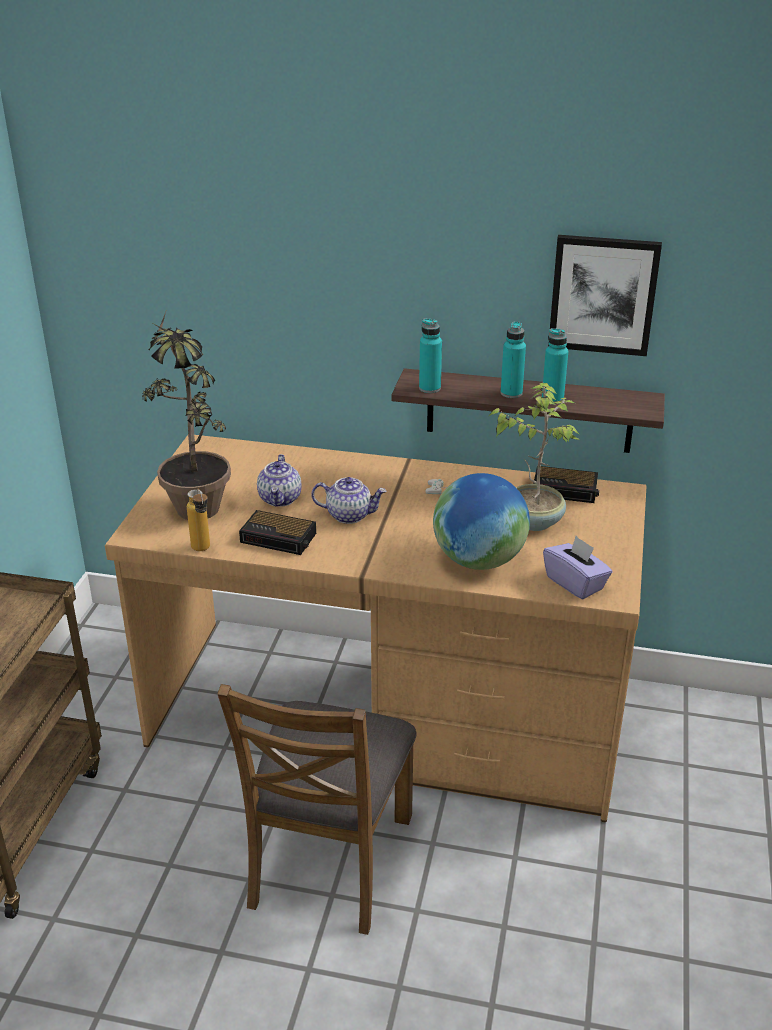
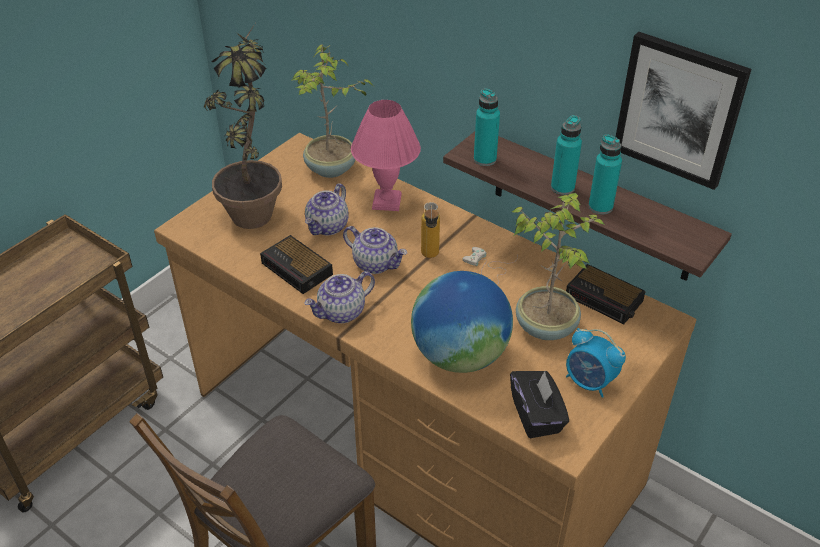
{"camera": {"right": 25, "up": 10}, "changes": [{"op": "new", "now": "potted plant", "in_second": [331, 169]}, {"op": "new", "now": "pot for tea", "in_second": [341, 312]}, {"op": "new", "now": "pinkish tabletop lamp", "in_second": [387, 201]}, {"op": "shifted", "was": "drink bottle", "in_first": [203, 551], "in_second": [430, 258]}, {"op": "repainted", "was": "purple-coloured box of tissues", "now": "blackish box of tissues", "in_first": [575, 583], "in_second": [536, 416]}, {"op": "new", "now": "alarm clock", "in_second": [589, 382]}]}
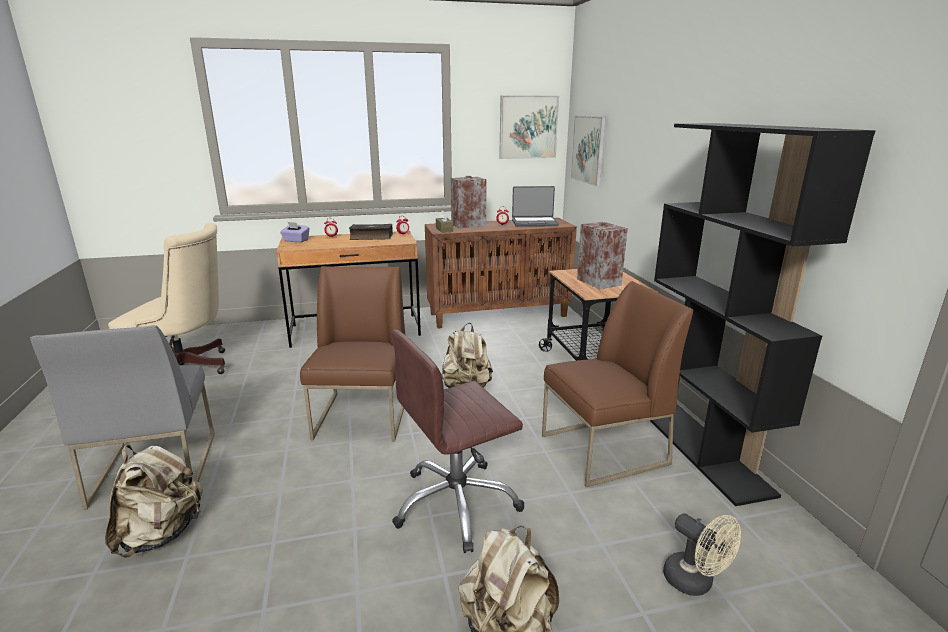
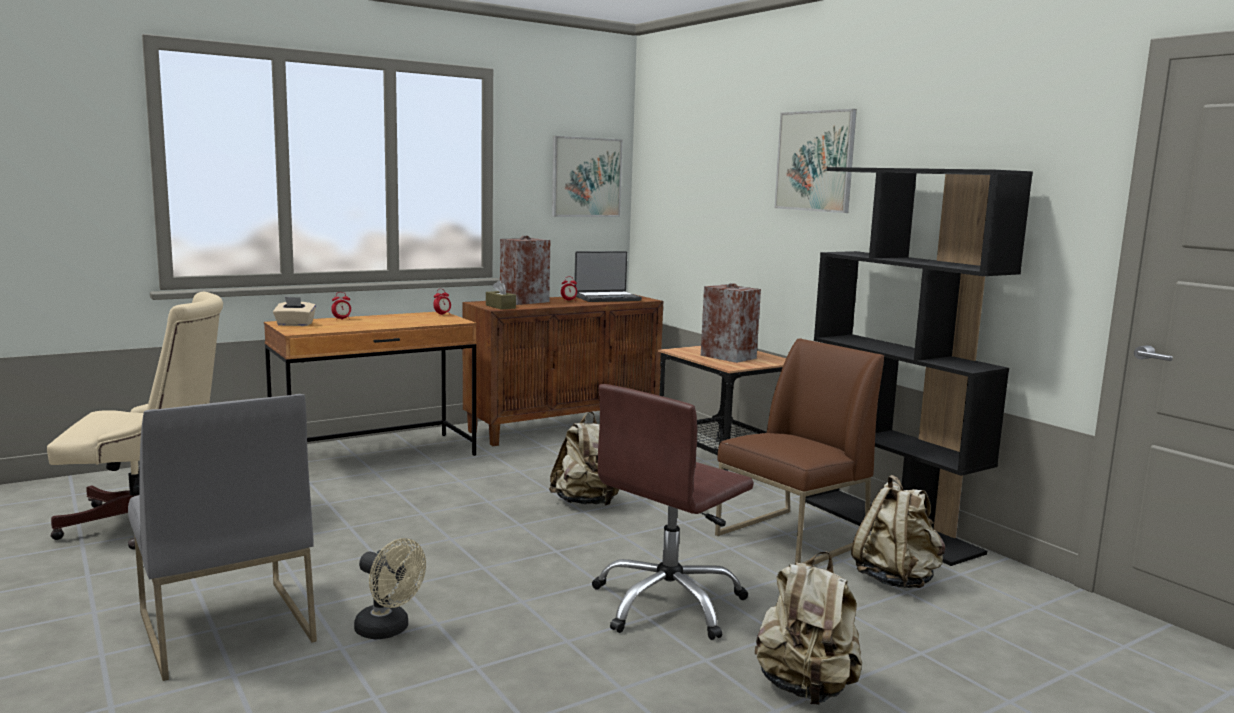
{"camera": {"right": -20, "up": -10}, "changes": [{"op": "repainted", "was": "purple-coloured box of tissues", "now": "sand-coloured box of tissues", "in_first": [296, 241], "in_second": [295, 324]}, {"op": "shifted", "was": "sand-coloured electric fan", "in_first": [695, 582], "in_second": [388, 630]}, {"op": "shifted", "was": "wall art", "in_first": [588, 149], "in_second": [815, 161]}, {"op": "shifted", "was": "sand-coloured knapsack", "in_first": [161, 534], "in_second": [896, 579]}, {"op": "gone", "was": "brownish chair", "in_first": [363, 416]}, {"op": "gone", "was": "volume", "in_first": [371, 237]}]}
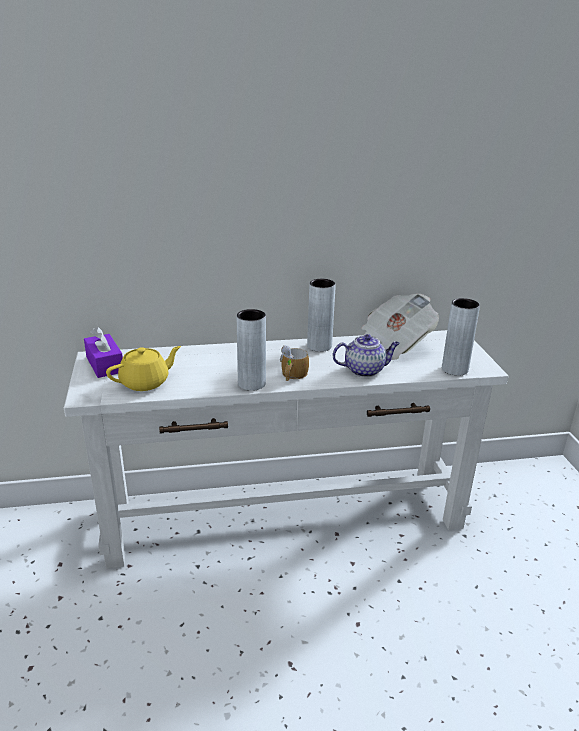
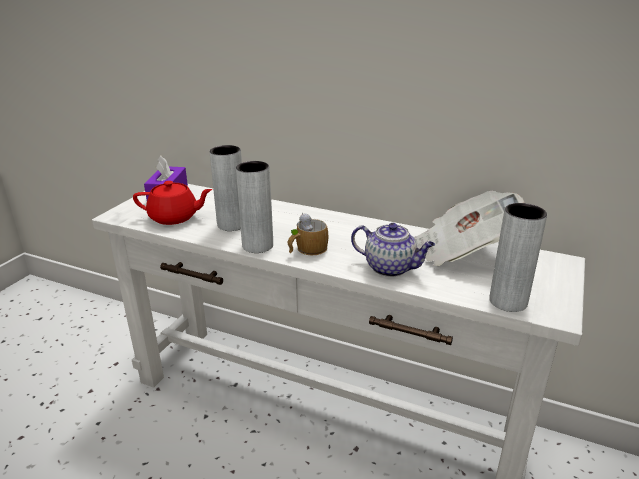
{"camera": {"right": 35, "up": 0}, "changes": [{"op": "repainted", "was": "yellow-coloured pot for tea", "now": "red-coloured pot for tea", "in_first": [145, 382], "in_second": [174, 217]}, {"op": "shifted", "was": "greyish decorative vase", "in_first": [319, 346], "in_second": [231, 225]}]}
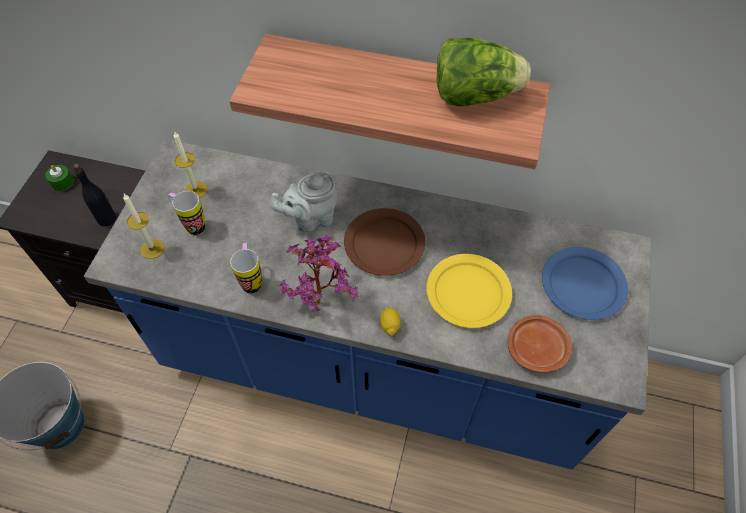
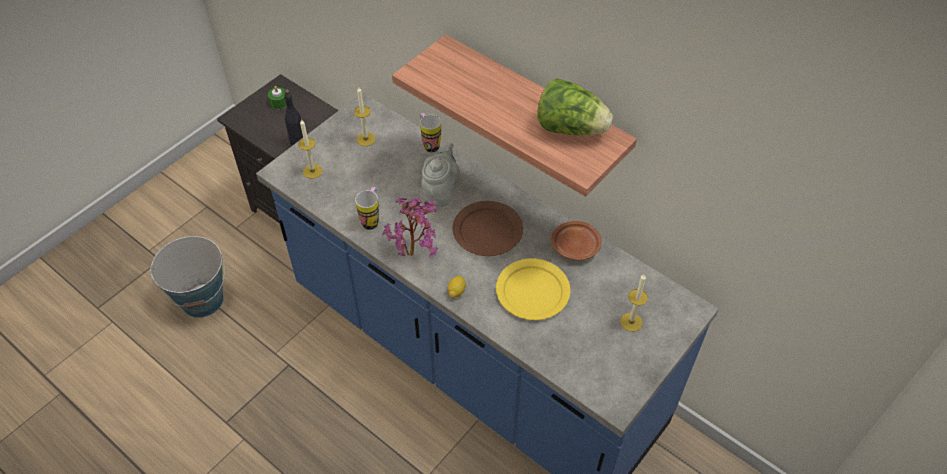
{"camera": {"right": 25, "up": -5}, "changes": [{"op": "shifted", "was": "tea mug", "in_first": [191, 224], "in_second": [429, 144]}, {"op": "rotated", "was": "greyish pot for tea", "in_first": [310, 219], "in_second": [440, 191], "clockwise": 105}, {"op": "shifted", "was": "brownish dinner plate", "in_first": [537, 348], "in_second": [576, 246]}, {"op": "swapped", "was": "blue-coloured dinner plate", "now": "wax candle", "in_first": [582, 285], "in_second": [631, 322]}]}
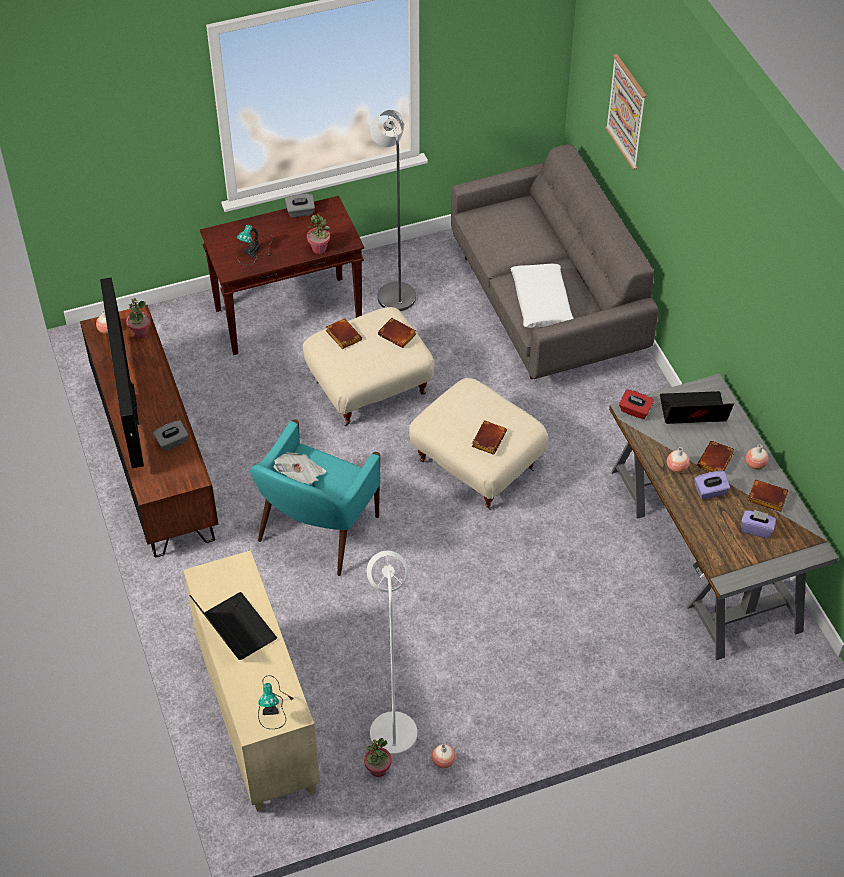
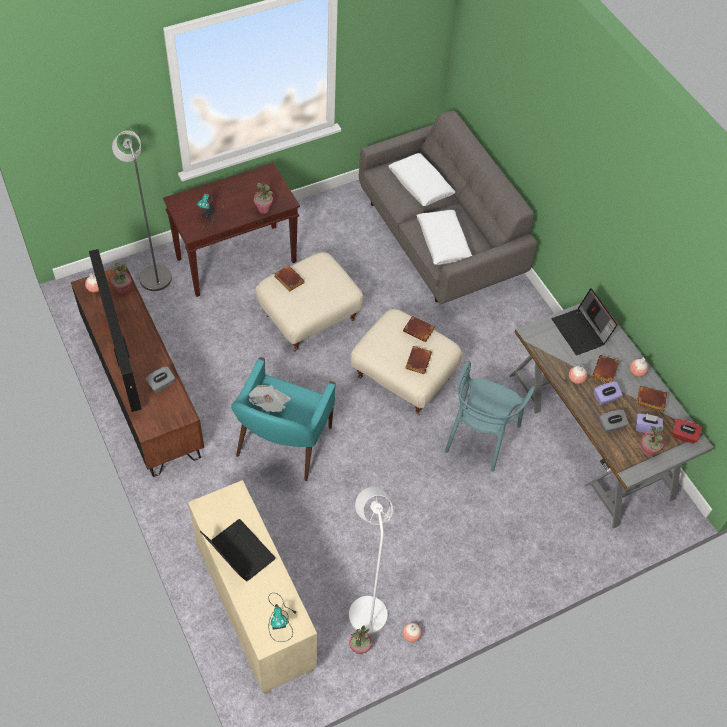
{"camera": {"right": -10, "up": 5}, "changes": [{"op": "shifted", "was": "greyish floor lamp", "in_first": [394, 292], "in_second": [153, 273]}, {"op": "new", "now": "whitish pillow", "in_second": [420, 185]}, {"op": "shifted", "was": "brownish volume", "in_first": [398, 335], "in_second": [419, 330]}, {"op": "new", "now": "turquoise-coloured chair", "in_second": [480, 436]}, {"op": "rotated", "was": "laptop", "in_first": [692, 413], "in_second": [581, 332], "clockwise": -105}, {"op": "shifted", "was": "greyish box of tissues", "in_first": [300, 212], "in_second": [611, 426]}, {"op": "new", "now": "potted plant", "in_second": [648, 450]}, {"op": "shifted", "was": "red-coloured box of tissues", "in_first": [635, 411], "in_second": [683, 436]}, {"op": "gone", "was": "wall art", "in_first": [627, 111]}]}
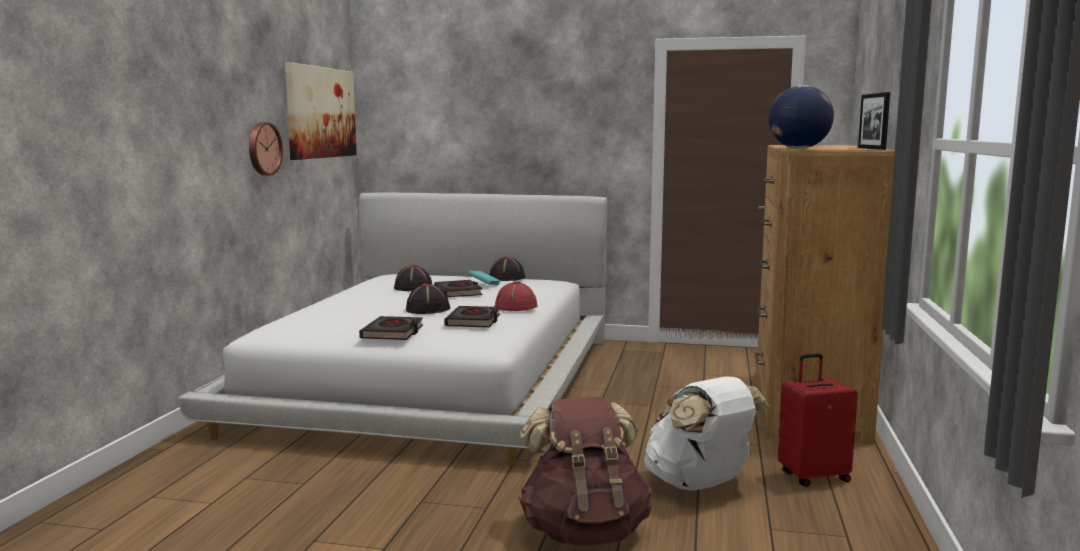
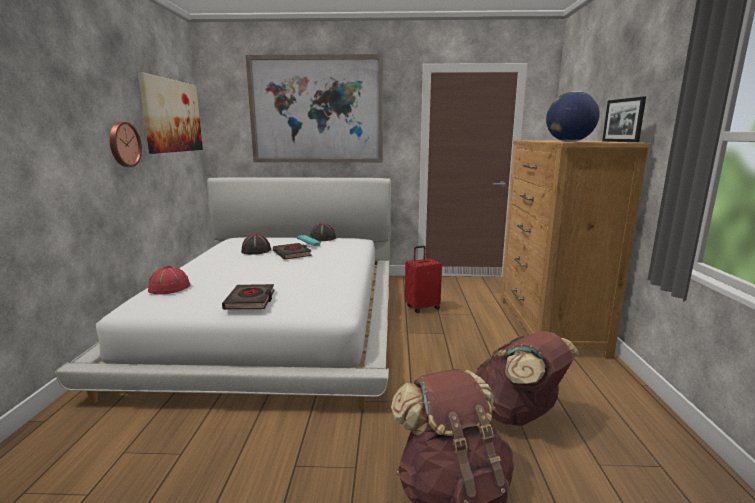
{"camera": {"right": -10, "up": 5}, "changes": [{"op": "shifted", "was": "red-coloured clothing hat", "in_first": [515, 307], "in_second": [169, 288]}, {"op": "new", "now": "wall art", "in_second": [317, 110]}, {"op": "shifted", "was": "red-coloured travel case", "in_first": [813, 476], "in_second": [422, 307]}, {"op": "repainted", "was": "whitish knapsack", "now": "brownish knapsack", "in_first": [699, 484], "in_second": [517, 415]}, {"op": "gone", "was": "blackish clothing hat", "in_first": [428, 309]}, {"op": "gone", "was": "blackish volume", "in_first": [473, 321]}]}
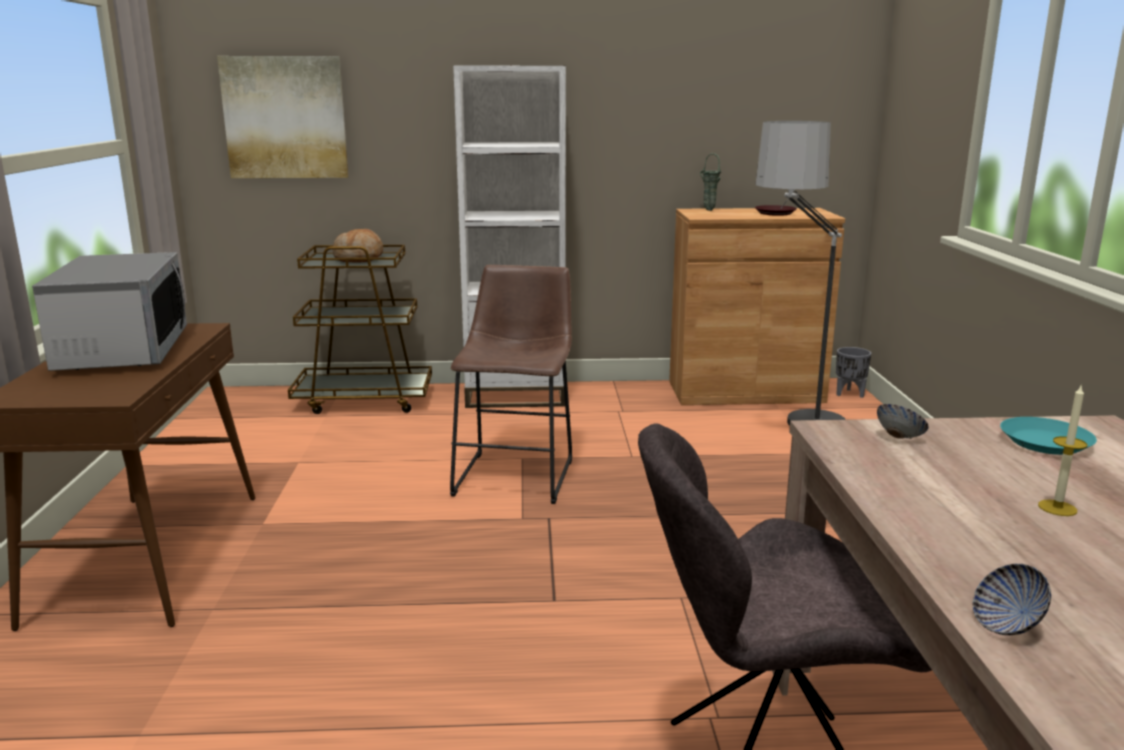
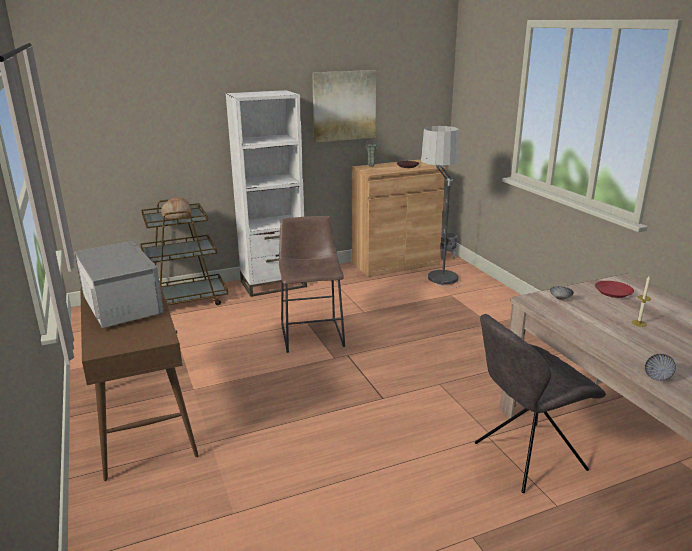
{"camera": {"right": -20, "up": 5}, "changes": [{"op": "shifted", "was": "wall art", "in_first": [285, 117], "in_second": [344, 106]}, {"op": "repainted", "was": "turquoise-coloured dinner plate", "now": "red-coloured dinner plate", "in_first": [1044, 442], "in_second": [612, 292]}]}
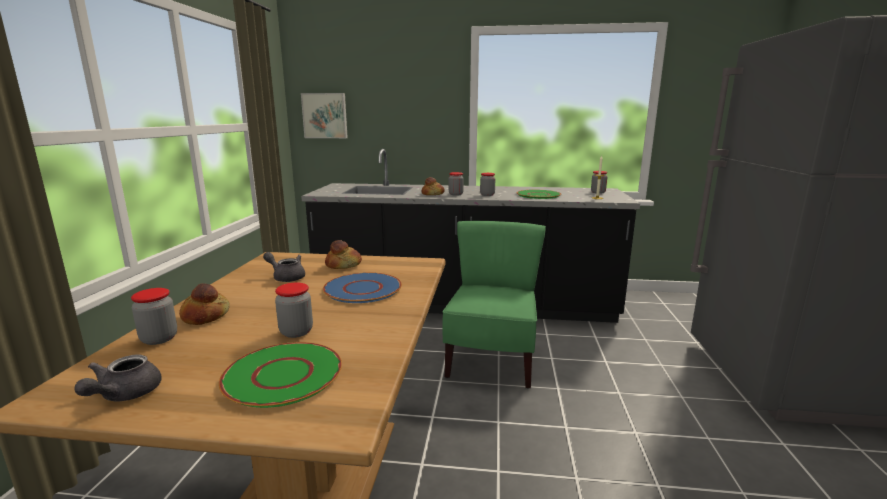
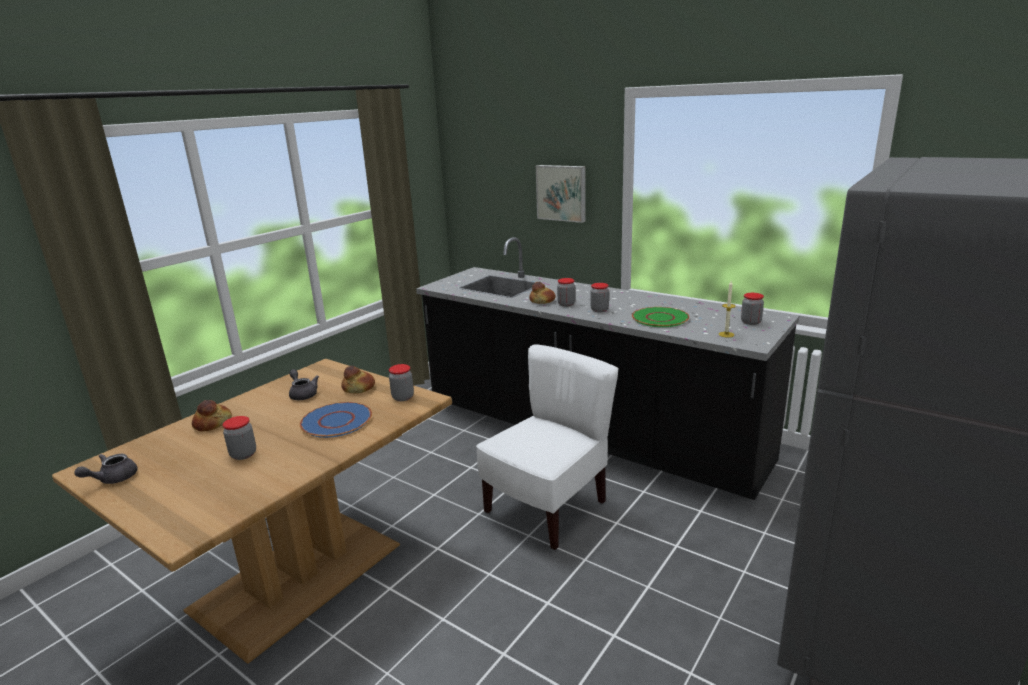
{"camera": {"right": 30, "up": 5}, "changes": [{"op": "shifted", "was": "jar", "in_first": [159, 338], "in_second": [403, 397]}, {"op": "repainted", "was": "green chair", "now": "whitish chair", "in_first": [492, 361], "in_second": [547, 508]}, {"op": "shifted", "was": "wall art", "in_first": [325, 115], "in_second": [562, 193]}, {"op": "gone", "was": "green dinner plate", "in_first": [284, 375]}]}
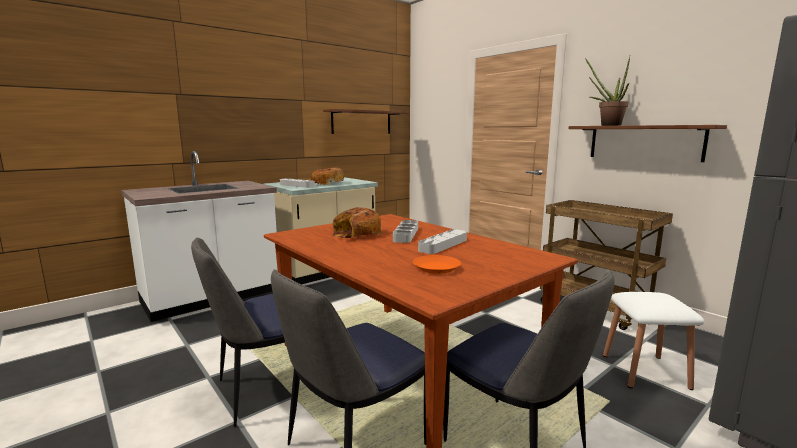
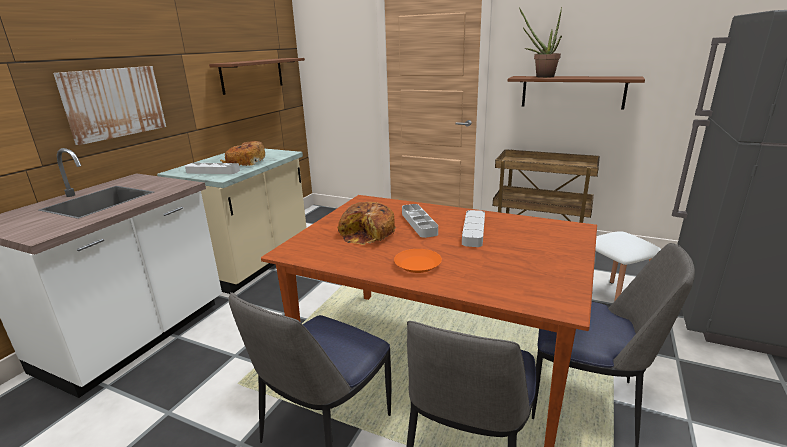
{"camera": {"right": -25, "up": 10}, "changes": [{"op": "new", "now": "wall art", "in_second": [114, 102]}, {"op": "shifted", "was": "orange-coloured dinner plate", "in_first": [436, 268], "in_second": [417, 265]}]}
